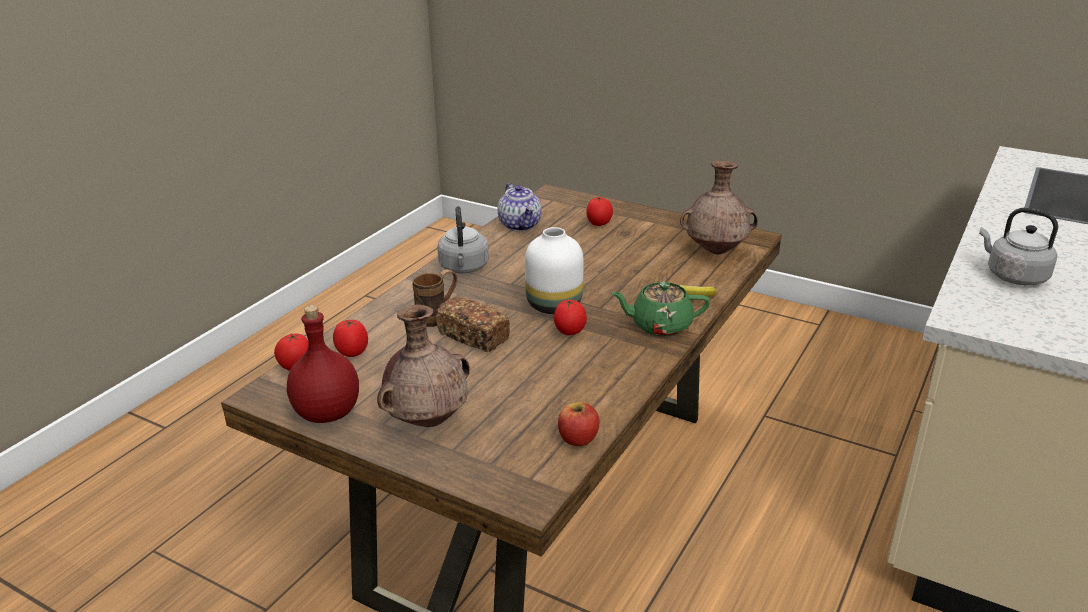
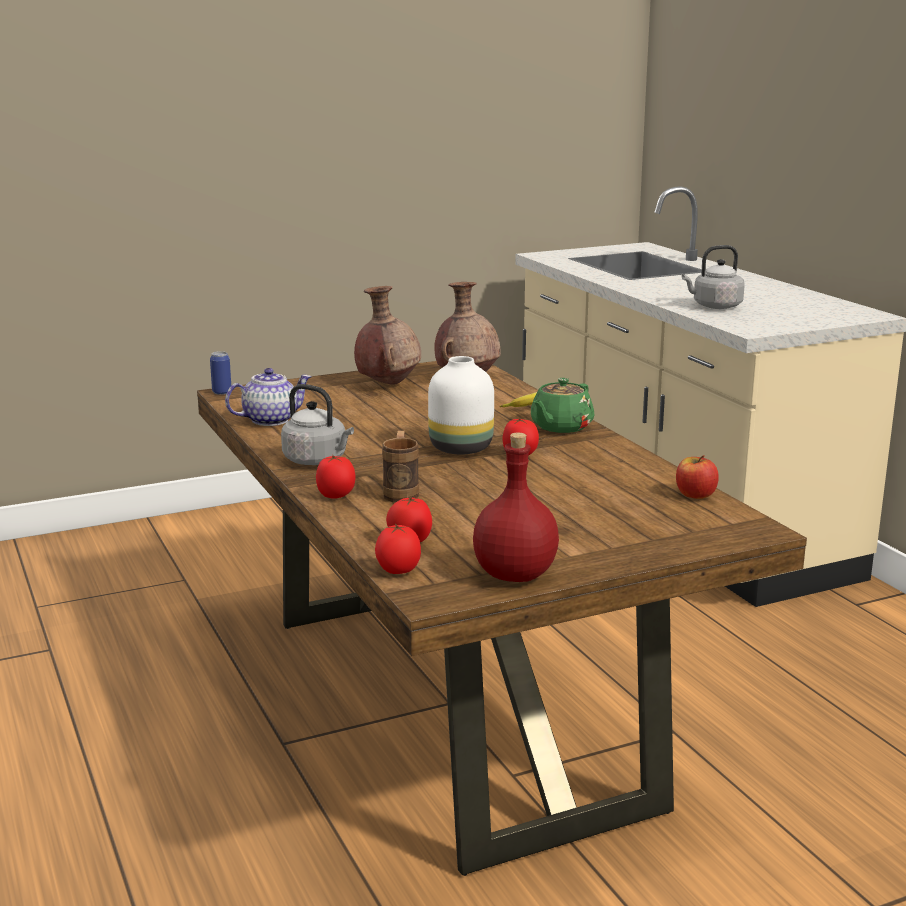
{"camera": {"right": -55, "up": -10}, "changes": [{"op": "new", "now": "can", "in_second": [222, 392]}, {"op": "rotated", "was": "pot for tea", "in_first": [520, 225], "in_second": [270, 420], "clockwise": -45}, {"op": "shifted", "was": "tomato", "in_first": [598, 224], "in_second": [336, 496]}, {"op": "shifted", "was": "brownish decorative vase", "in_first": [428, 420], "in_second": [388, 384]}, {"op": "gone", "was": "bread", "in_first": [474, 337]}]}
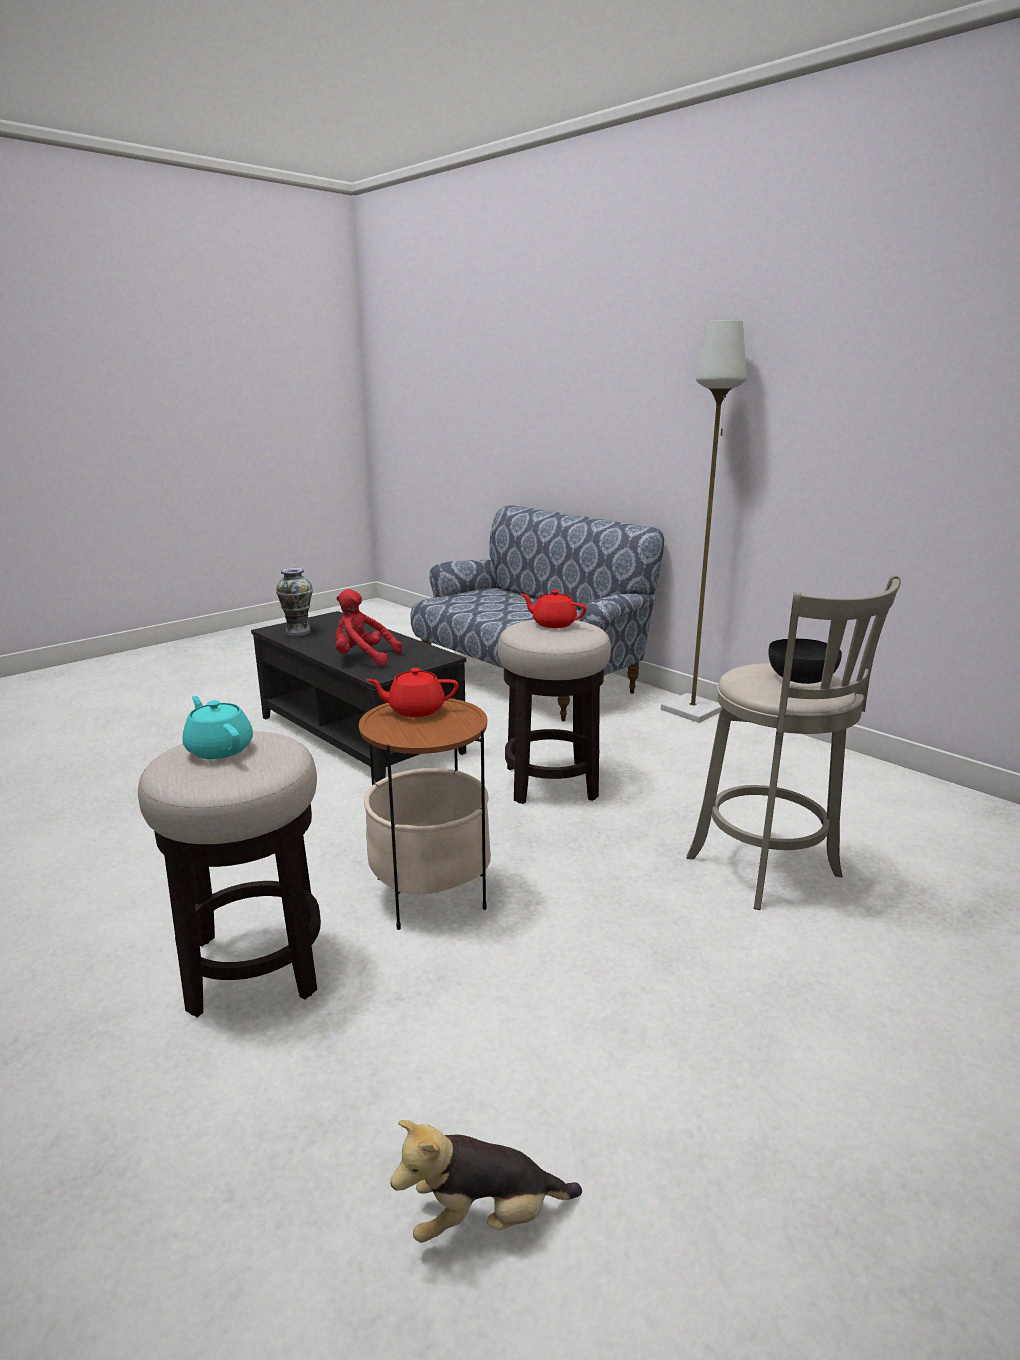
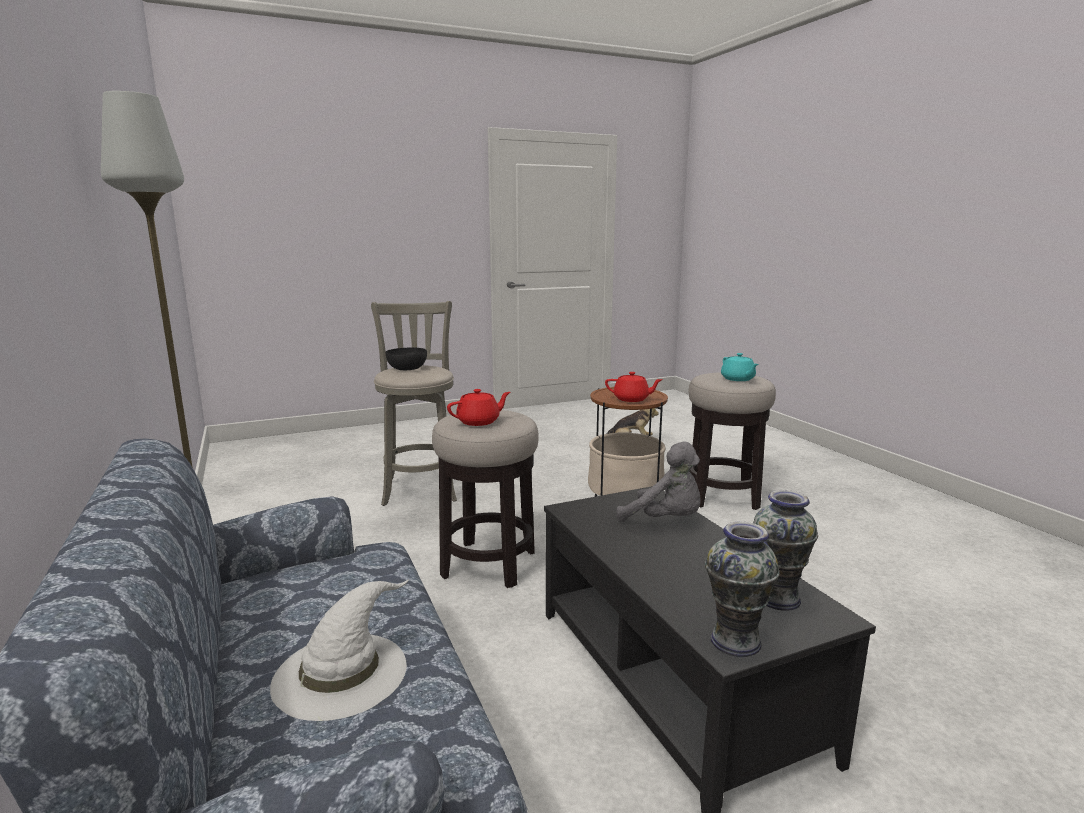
{"camera": {"right": -160, "up": -5}, "changes": [{"op": "new", "now": "whitish clothing hat", "in_second": [341, 672]}, {"op": "rotated", "was": "red-coloured pot for tea", "in_first": [553, 624], "in_second": [479, 422], "clockwise": -75}, {"op": "repainted", "was": "red-coloured plush toy", "now": "greyish plush toy", "in_first": [363, 658], "in_second": [665, 520]}, {"op": "new", "now": "decorative vase", "in_second": [736, 641]}]}
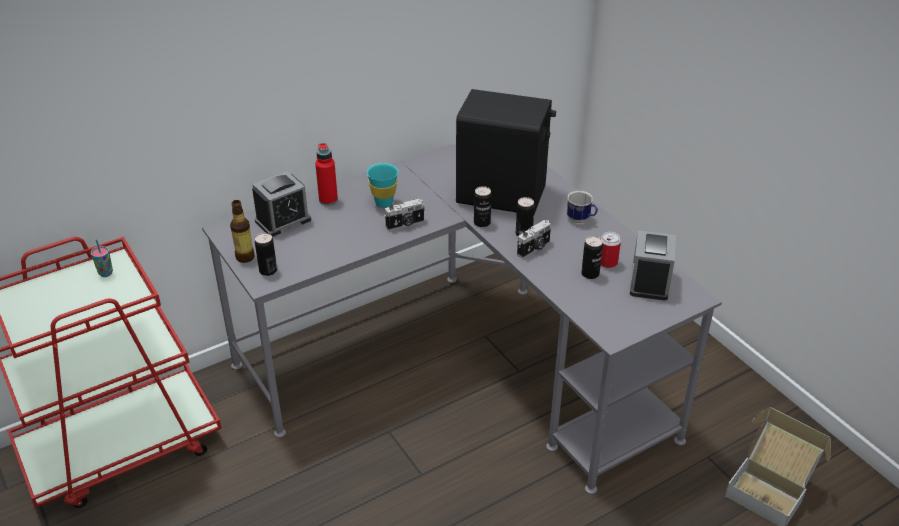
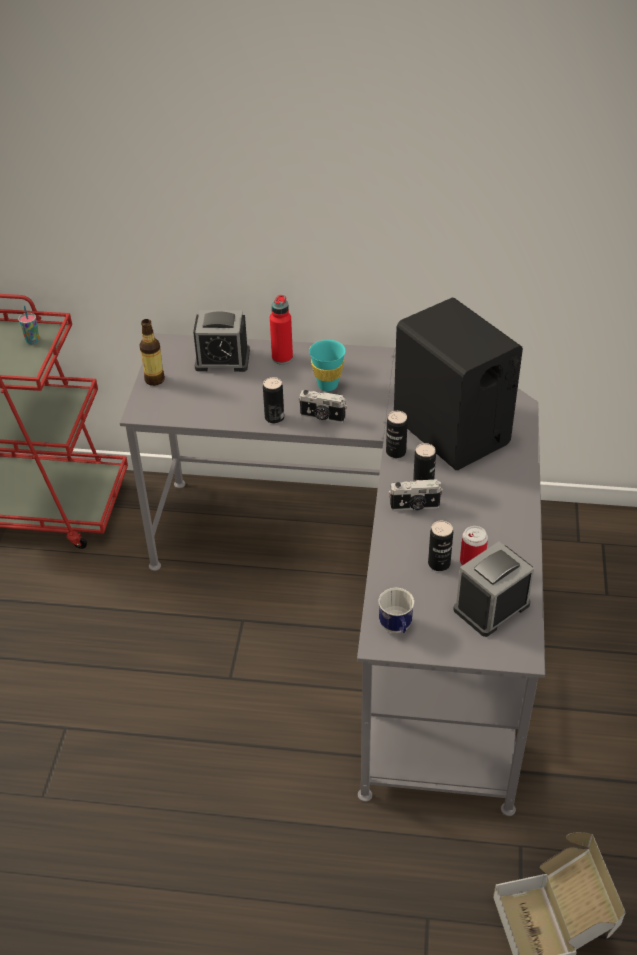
{"camera": {"right": 40, "up": 5}, "changes": [{"op": "shifted", "was": "can", "in_first": [268, 270], "in_second": [274, 418]}, {"op": "shifted", "was": "tea mug", "in_first": [581, 220], "in_second": [396, 628]}]}
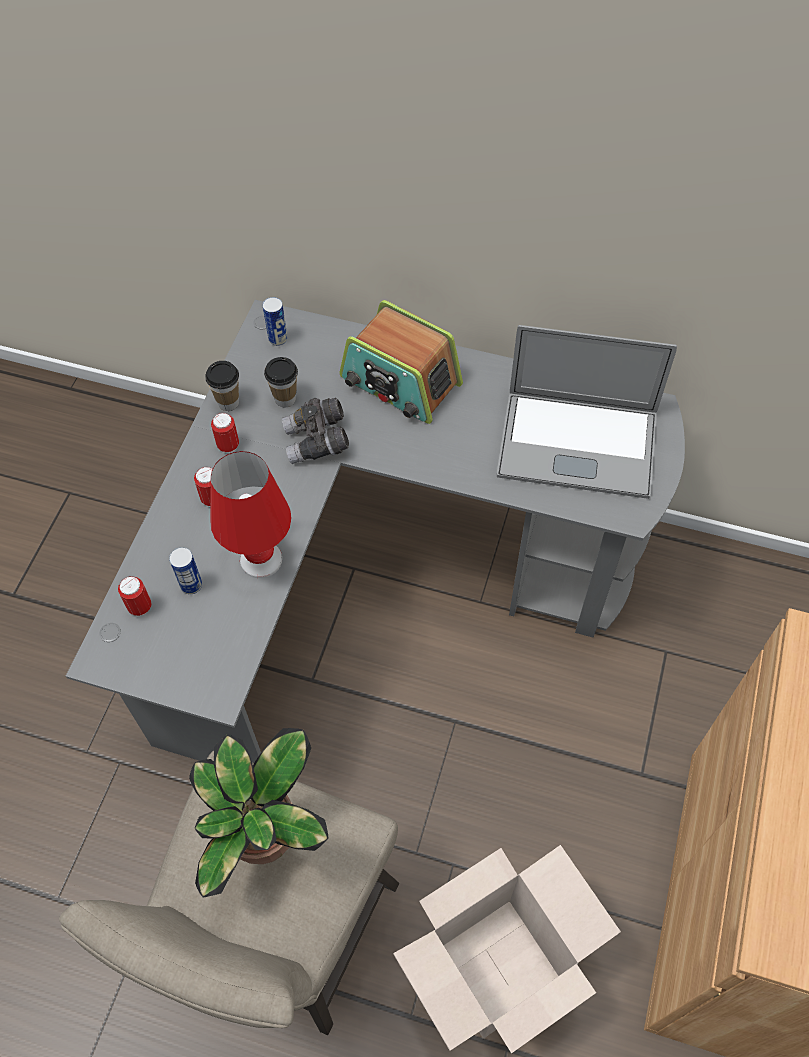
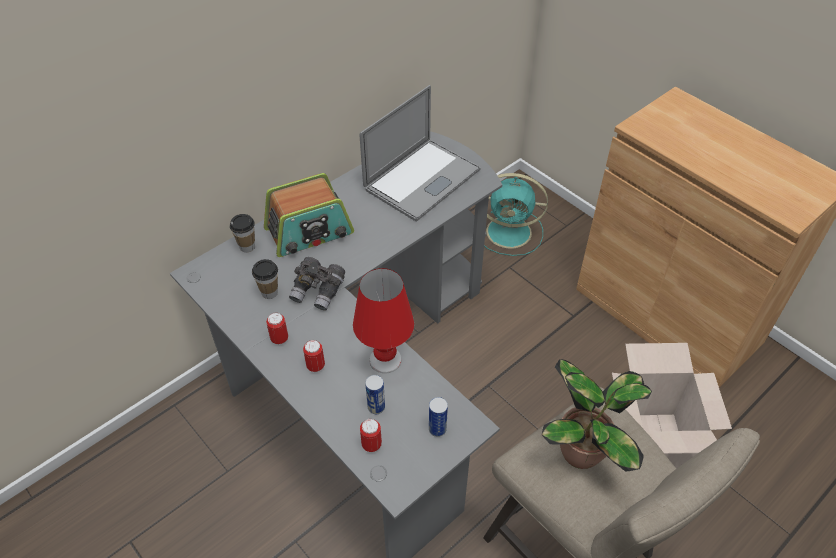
{"camera": {"right": -60, "up": -10}, "changes": [{"op": "shifted", "was": "small cup", "in_first": [228, 402], "in_second": [247, 246]}, {"op": "shifted", "was": "can", "in_first": [278, 339], "in_second": [437, 429]}, {"op": "new", "now": "turquoise-coloured electric fan", "in_second": [511, 232]}]}
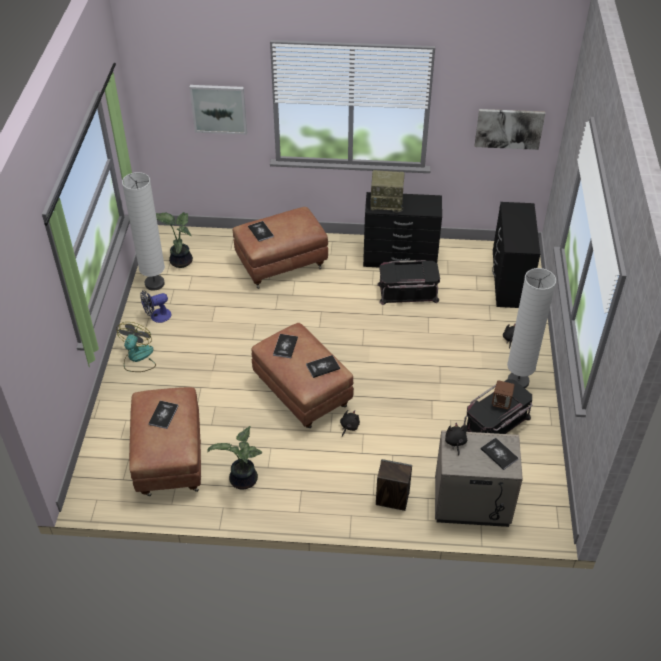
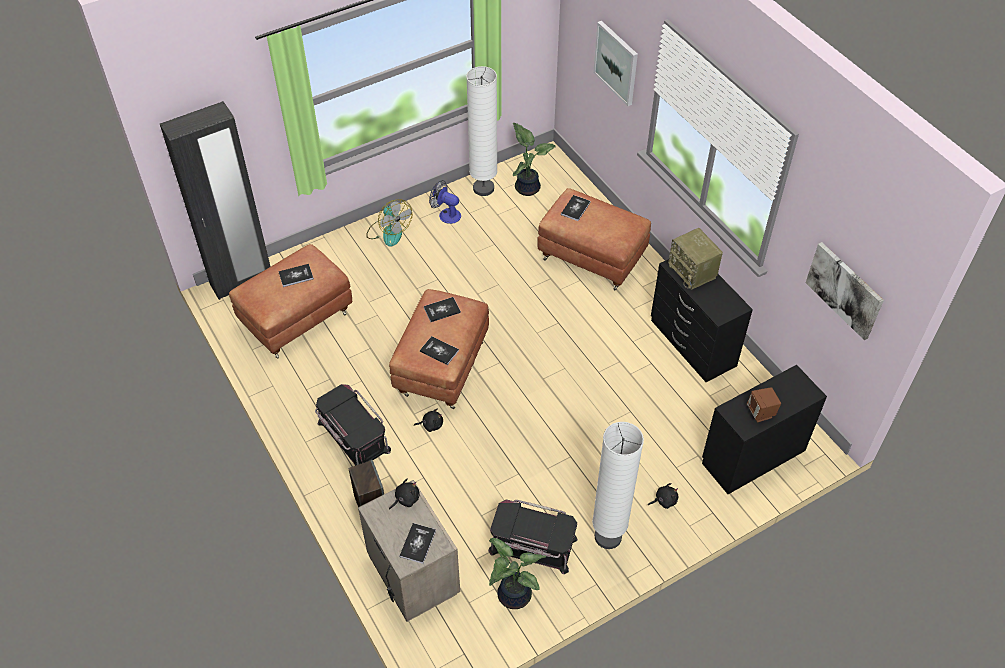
{"camera": {"right": 55, "up": 5}, "changes": [{"op": "new", "now": "blackish armoire", "in_second": [241, 281]}, {"op": "shifted", "was": "blackish storage box", "in_first": [408, 293], "in_second": [353, 436]}, {"op": "rotated", "was": "electric fan", "in_first": [138, 358], "in_second": [388, 232], "clockwise": 75}, {"op": "shifted", "was": "potted plant", "in_first": [242, 481], "in_second": [512, 595]}, {"op": "shifted", "was": "brownish speaker", "in_first": [501, 402], "in_second": [761, 413]}]}
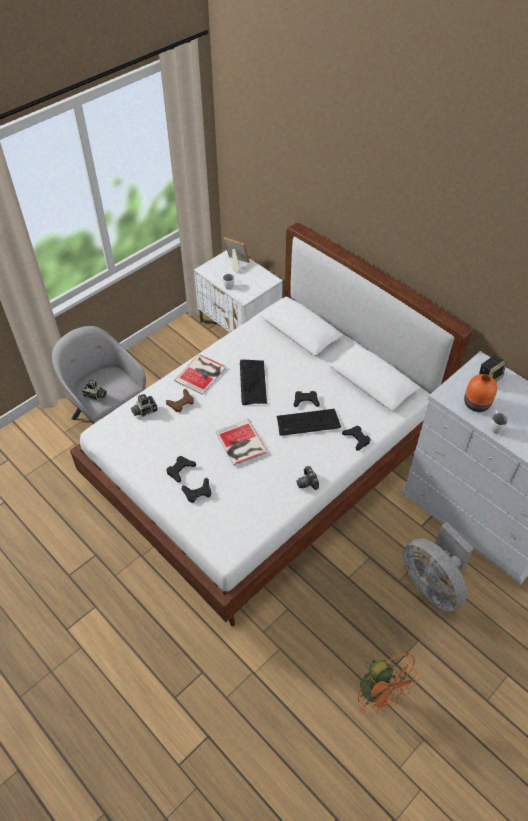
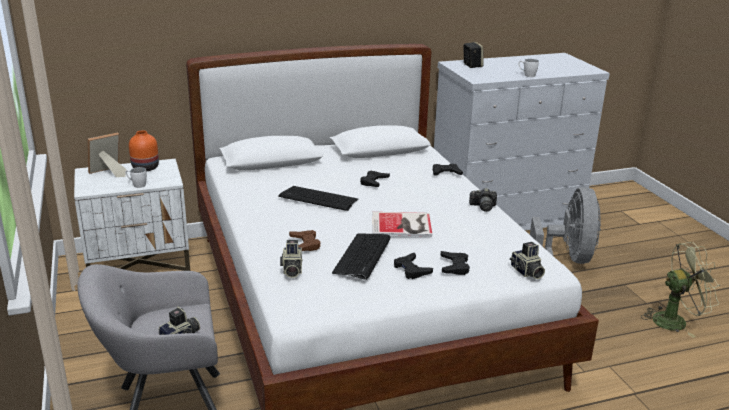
{"camera": {"right": -65, "up": -25}, "changes": [{"op": "shifted", "was": "orange-coloured decorative vase", "in_first": [476, 404], "in_second": [145, 168]}, {"op": "shifted", "was": "keyboard", "in_first": [308, 423], "in_second": [363, 256]}, {"op": "new", "now": "still camera", "in_second": [526, 272]}, {"op": "rotated", "was": "greyish electric fan", "in_first": [432, 583], "in_second": [567, 259], "clockwise": -75}, {"op": "repainted", "was": "orange-coloured electric fan", "now": "green electric fan", "in_first": [380, 693], "in_second": [675, 320]}, {"op": "gone", "was": "volume", "in_first": [202, 374]}]}
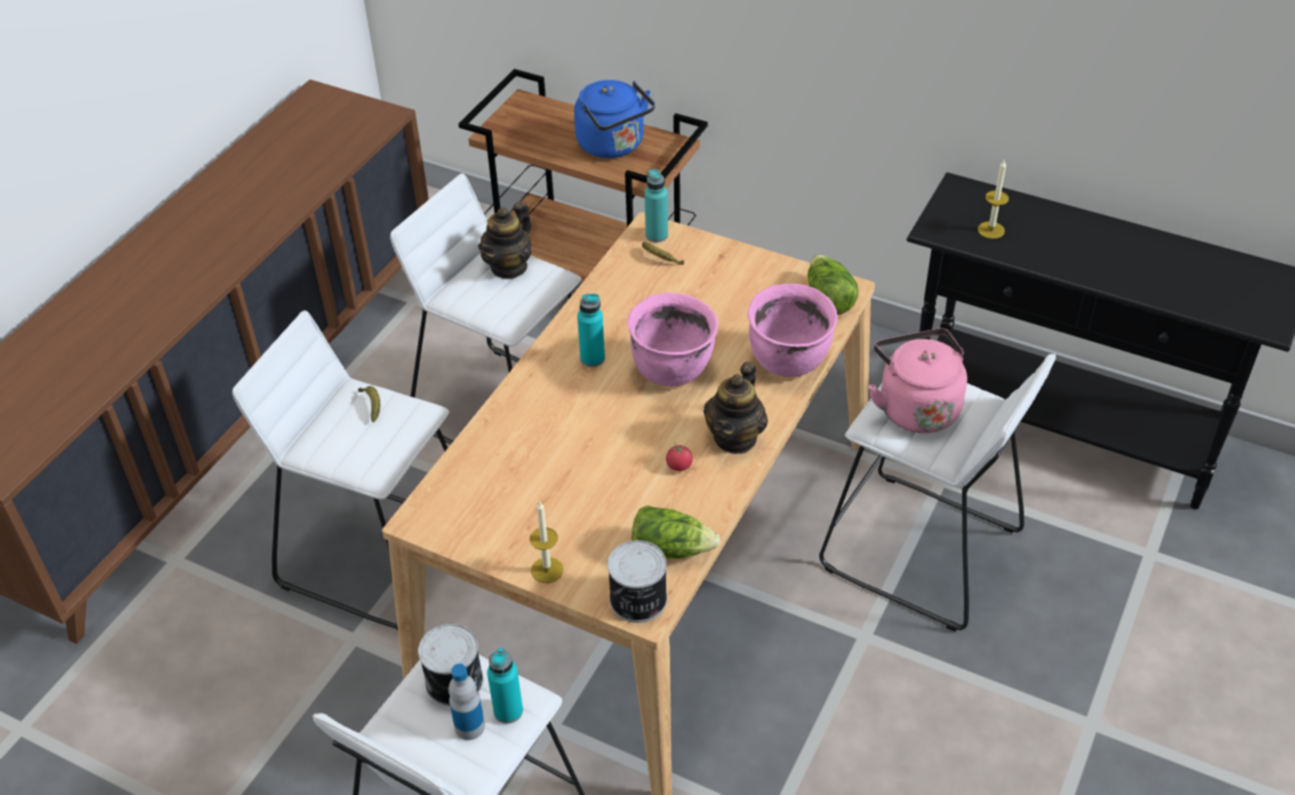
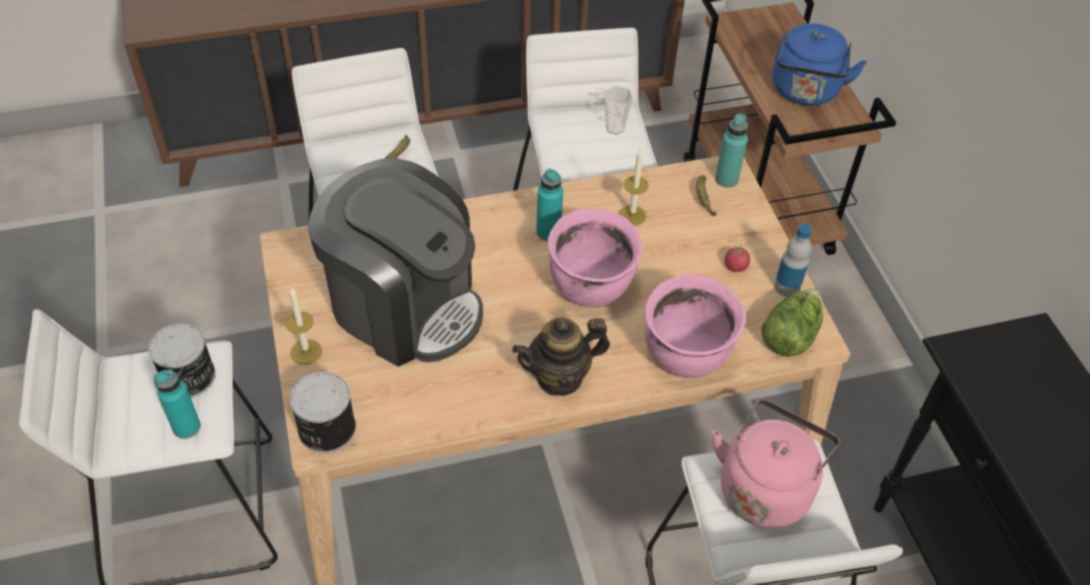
{"camera": {"right": 45, "up": 5}, "changes": [{"op": "new", "now": "coffee machine", "in_second": [404, 307]}, {"op": "swapped", "was": "pot for tea", "now": "small cup", "in_first": [509, 267], "in_second": [615, 128]}, {"op": "shifted", "was": "wax candle", "in_first": [991, 230], "in_second": [632, 215]}, {"op": "shifted", "was": "tomato", "in_first": [679, 465], "in_second": [735, 266]}, {"op": "shifted", "was": "drink bottle", "in_first": [469, 727], "in_second": [787, 287]}, {"op": "gone", "was": "lettuce head", "in_first": [671, 549]}]}
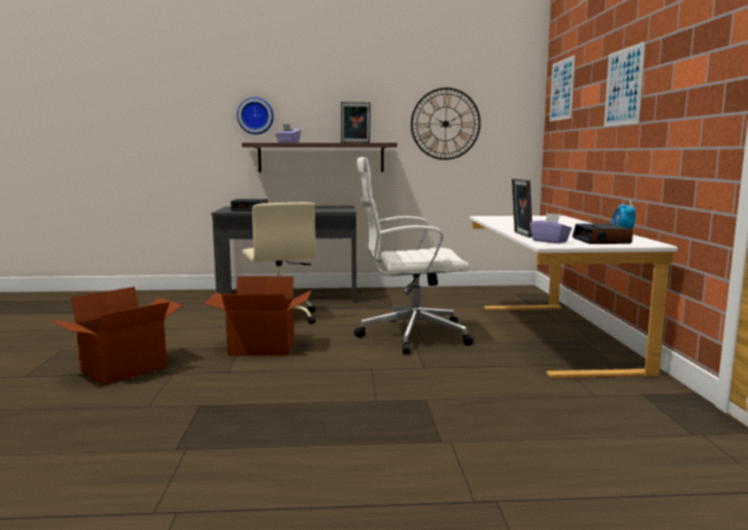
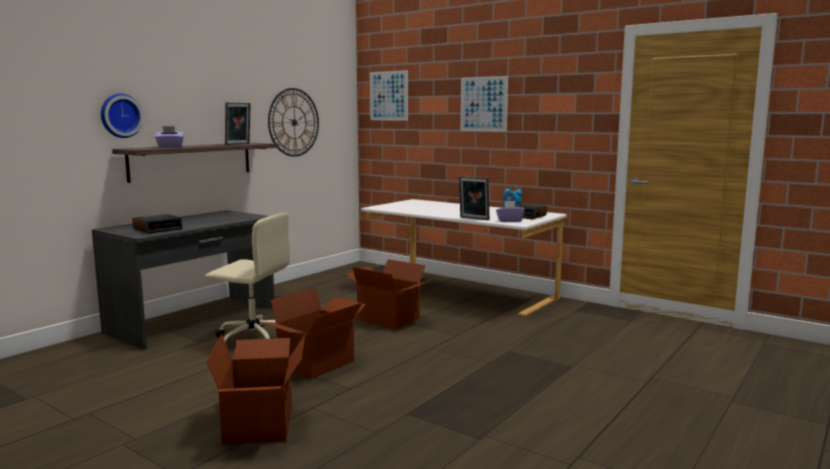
{"camera": {"right": -50, "up": 0}, "changes": [{"op": "swapped", "was": "whitish office chair", "now": "carton", "in_first": [410, 335], "in_second": [389, 319]}]}
